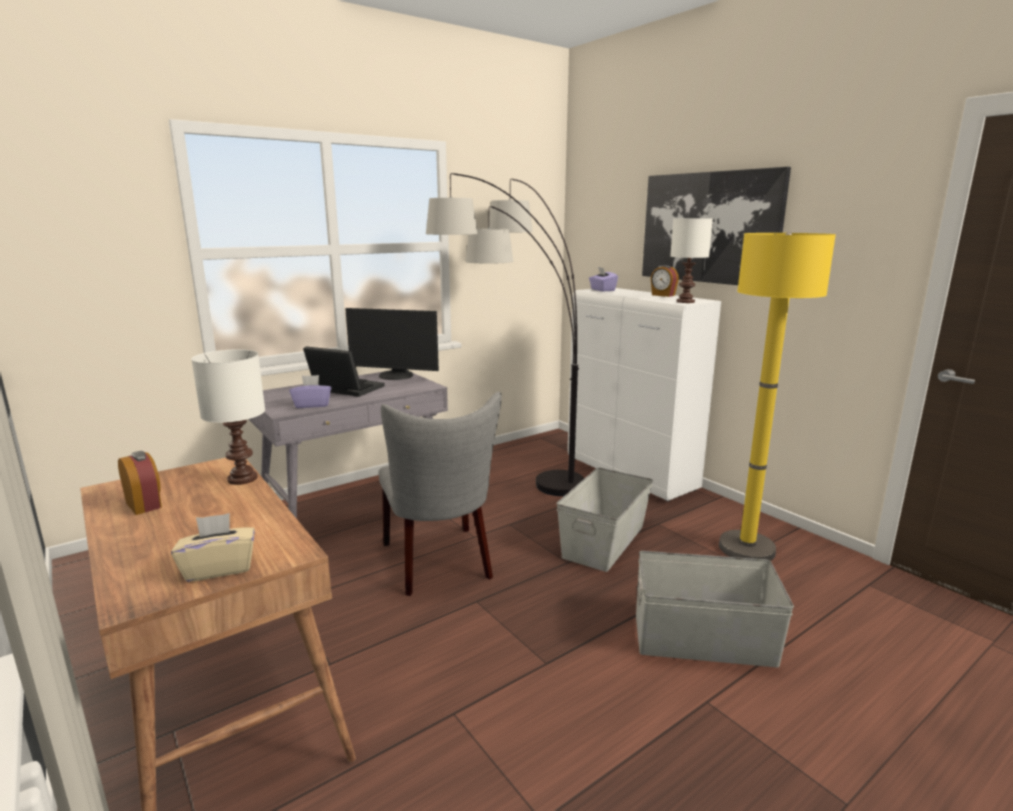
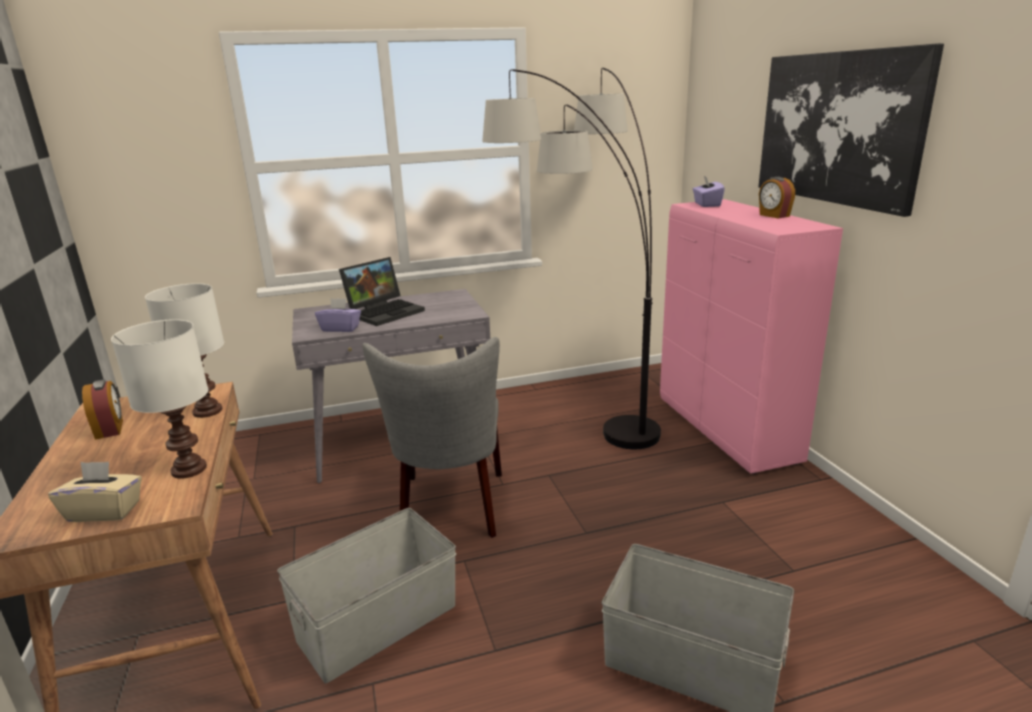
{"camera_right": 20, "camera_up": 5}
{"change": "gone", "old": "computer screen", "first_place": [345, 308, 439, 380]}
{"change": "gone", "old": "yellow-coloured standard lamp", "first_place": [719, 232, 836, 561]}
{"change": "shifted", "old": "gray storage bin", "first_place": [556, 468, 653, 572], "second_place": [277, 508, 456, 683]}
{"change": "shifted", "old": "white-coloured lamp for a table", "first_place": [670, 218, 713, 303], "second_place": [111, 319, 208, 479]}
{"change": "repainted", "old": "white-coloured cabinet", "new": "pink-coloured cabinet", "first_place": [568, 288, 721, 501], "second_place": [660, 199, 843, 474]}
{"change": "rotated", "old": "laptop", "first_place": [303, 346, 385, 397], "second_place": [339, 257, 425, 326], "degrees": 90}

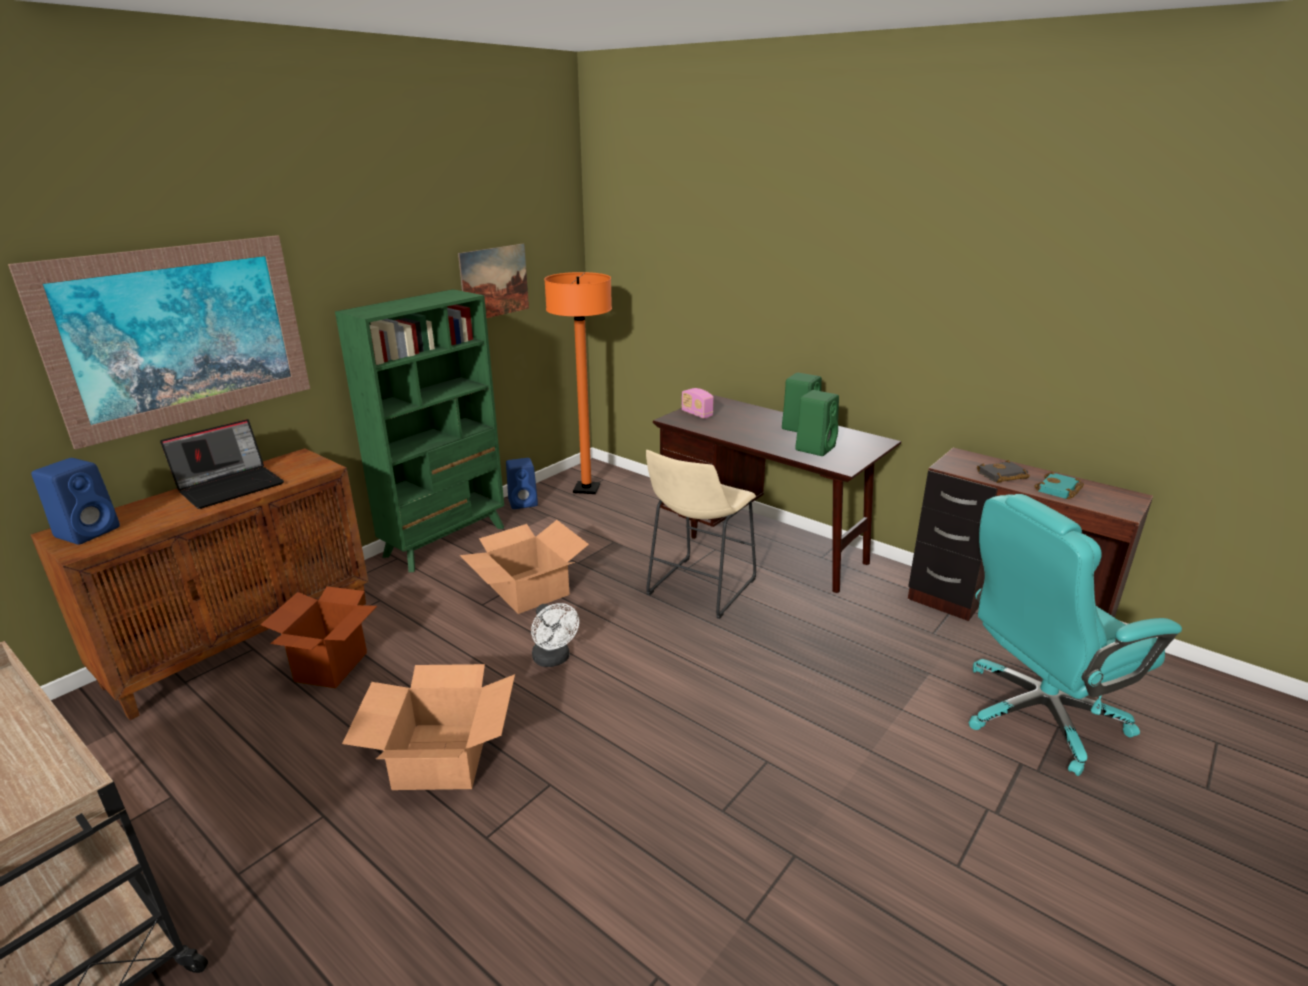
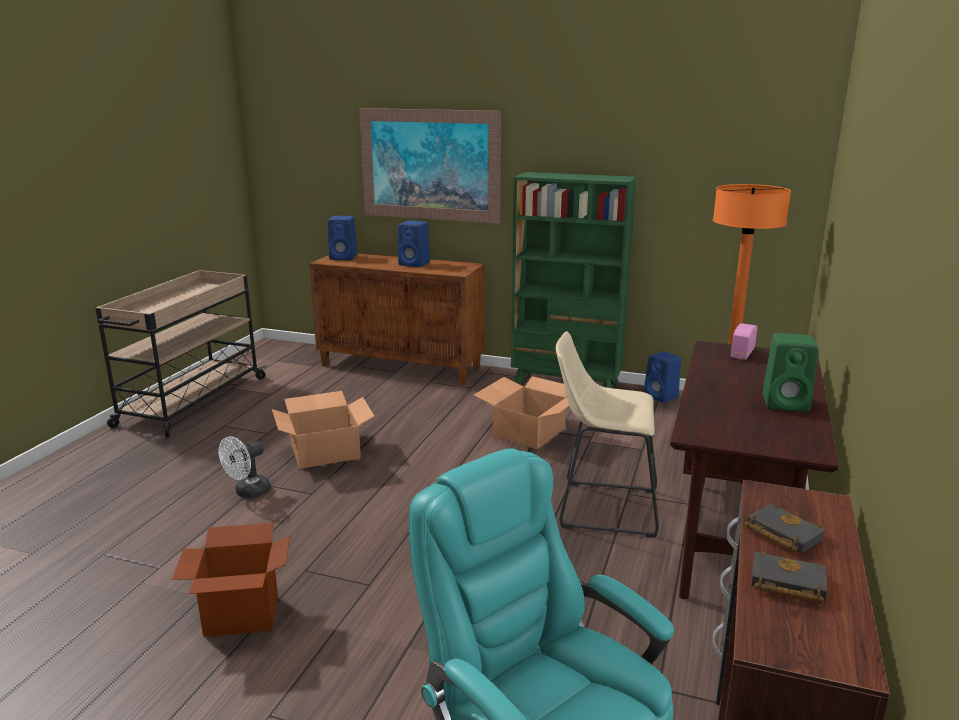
{"camera_right": 70, "camera_up": -5}
{"change": "gone", "old": "wall art", "first_place": [458, 244, 529, 318]}
{"change": "gone", "old": "greenish speaker", "first_place": [795, 390, 839, 456]}
{"change": "shifted", "old": "carton", "first_place": [261, 586, 377, 688], "second_place": [172, 523, 290, 637]}
{"change": "shifted", "old": "white-coloured fan", "first_place": [531, 603, 579, 667], "second_place": [218, 436, 271, 498]}
{"change": "swapped", "old": "laptop", "new": "bluish speaker", "first_place": [160, 419, 284, 509], "second_place": [398, 220, 430, 267]}
{"change": "repainted", "old": "turquoise volume", "new": "black-coloured volume", "first_place": [1034, 472, 1084, 499], "second_place": [751, 551, 827, 604]}

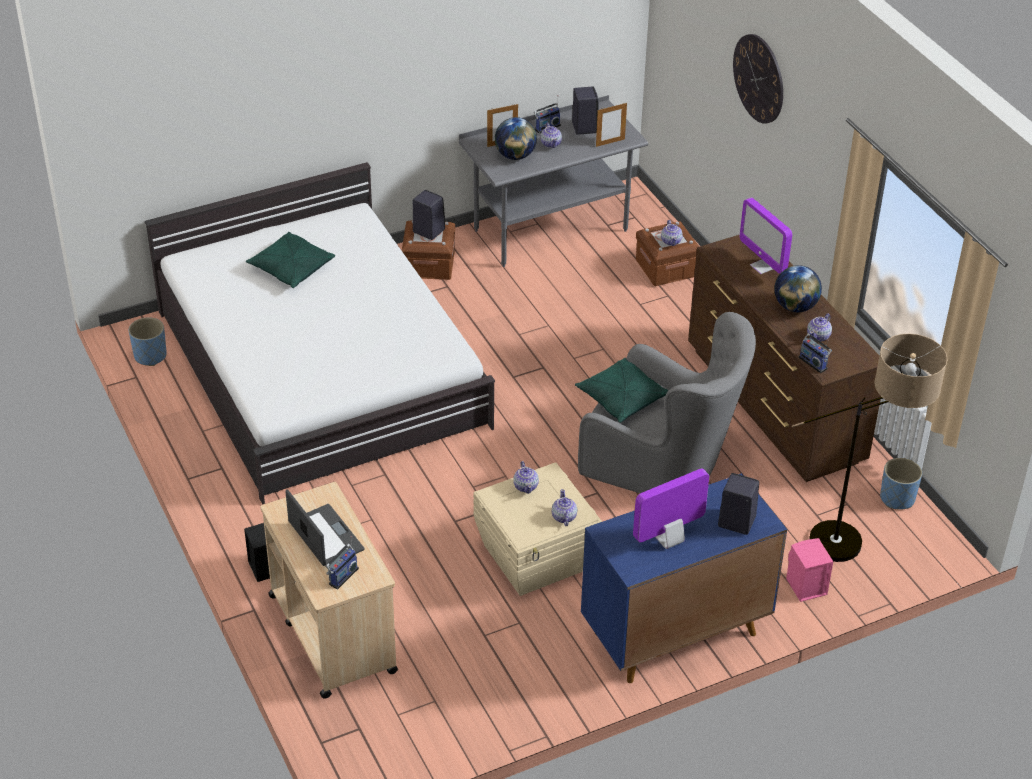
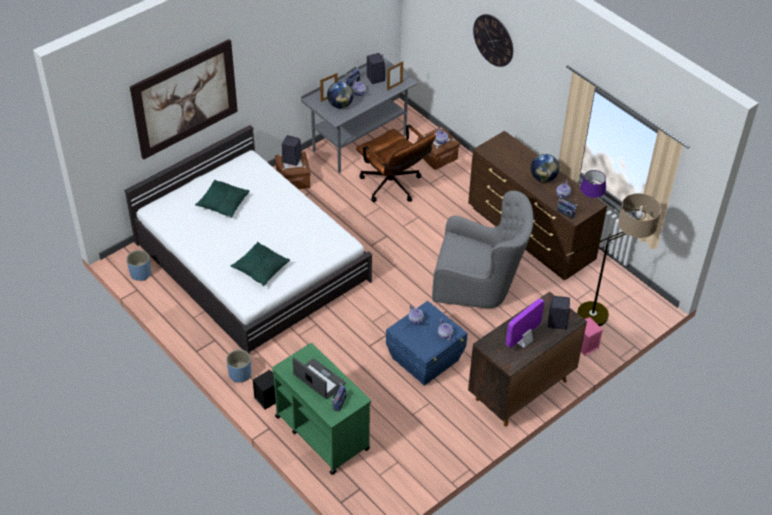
{"camera_right": -15, "camera_up": 5}
{"change": "gone", "old": "computer screen", "first_place": [740, 198, 792, 274]}
{"change": "new", "new": "wall art", "second_place": [130, 39, 238, 160]}
{"change": "new", "new": "brown desk chair", "second_place": [356, 124, 436, 202]}
{"change": "new", "new": "purplish lamp for a table", "second_place": [580, 170, 606, 203]}
{"change": "shifted", "old": "greenish throw pillow", "first_place": [575, 358, 669, 423], "second_place": [231, 242, 290, 286]}
{"change": "shifted", "old": "bluish flower pot", "first_place": [880, 458, 922, 510], "second_place": [226, 350, 251, 383]}
{"change": "repainted", "old": "sand-coloured wheeled cart", "new": "greenish wheeled cart", "first_place": [261, 482, 398, 699], "second_place": [272, 343, 371, 475]}
{"change": "repainted", "old": "sand-coloured storage bin", "new": "bluish storage bin", "first_place": [473, 462, 602, 596], "second_place": [386, 301, 468, 386]}
{"change": "repainted", "old": "bluish cabinet", "new": "brown cabinet", "first_place": [581, 473, 787, 683], "second_place": [468, 291, 587, 426]}

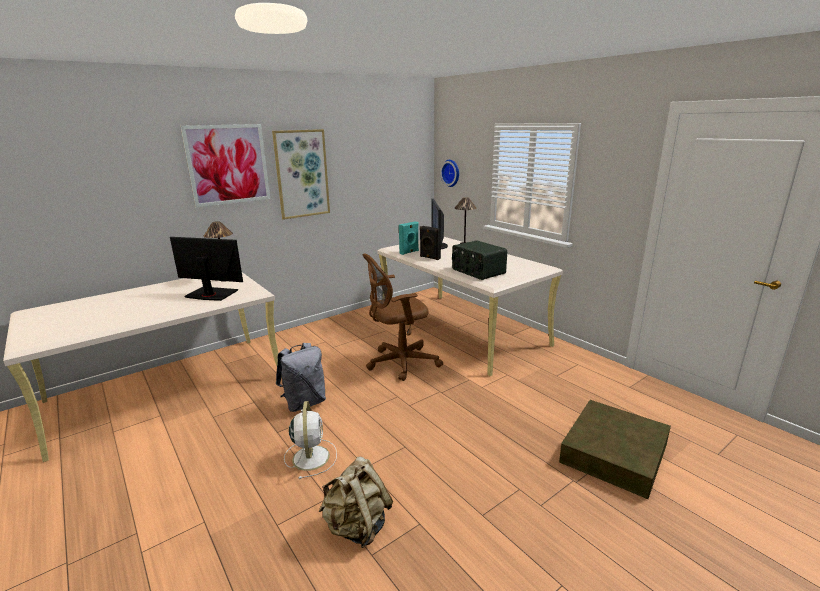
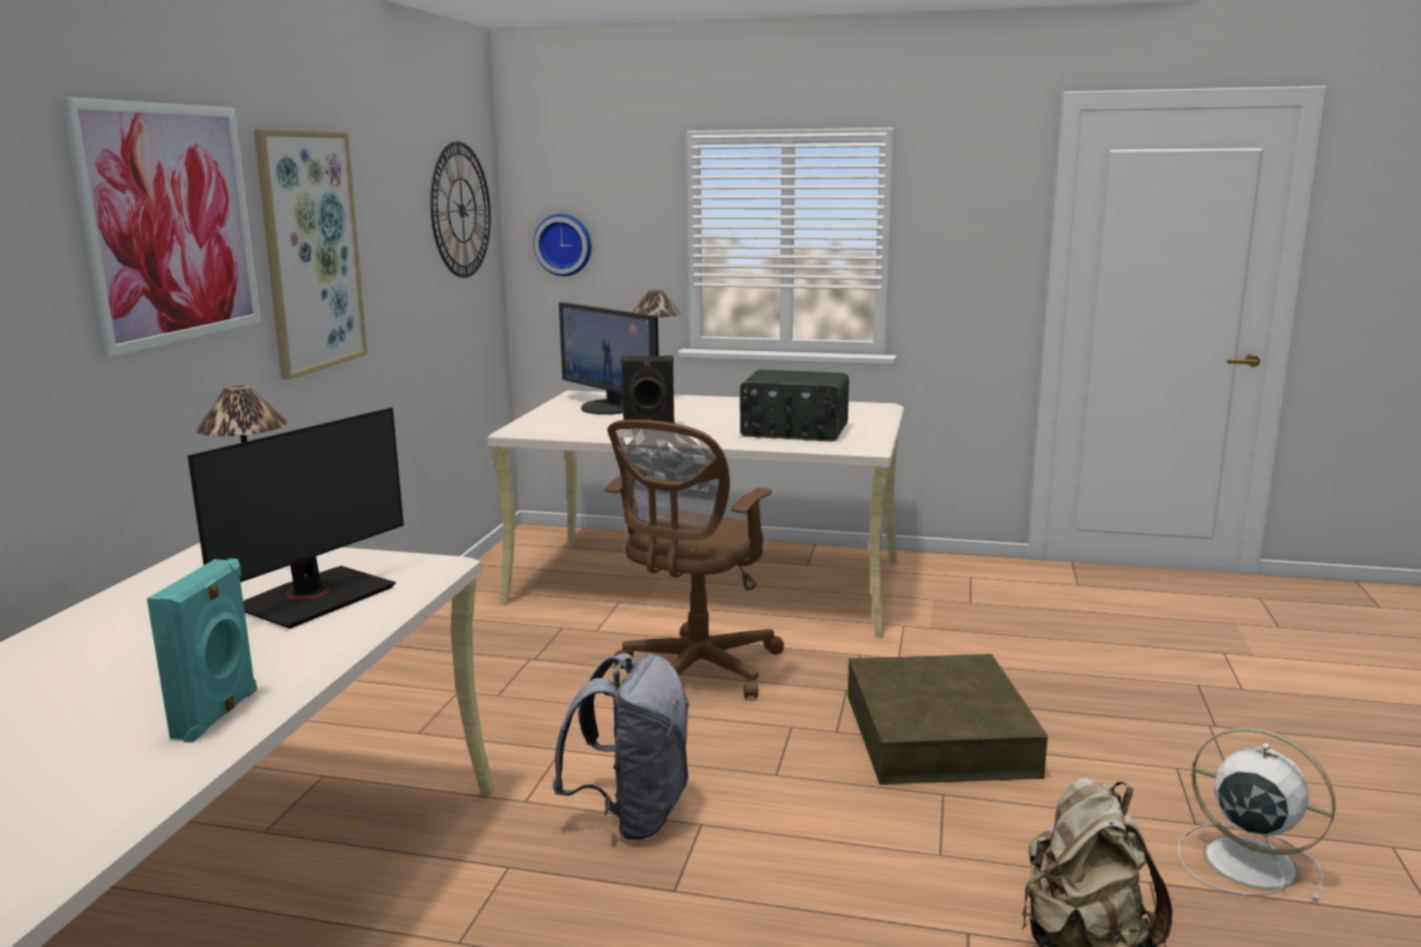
{"camera_right": -40, "camera_up": -5}
{"change": "new", "new": "wall clock", "second_place": [430, 141, 491, 278]}
{"change": "shifted", "old": "white-coloured fan", "first_place": [284, 401, 337, 479], "second_place": [1178, 727, 1336, 902]}
{"change": "shifted", "old": "turquoise speaker", "first_place": [399, 222, 419, 255], "second_place": [147, 558, 257, 743]}
{"change": "shifted", "old": "brown storage bin", "first_place": [559, 400, 671, 499], "second_place": [848, 654, 1048, 785]}
{"change": "rotated", "old": "computer screen", "first_place": [170, 237, 243, 301], "second_place": [187, 408, 404, 629], "degrees": 150}

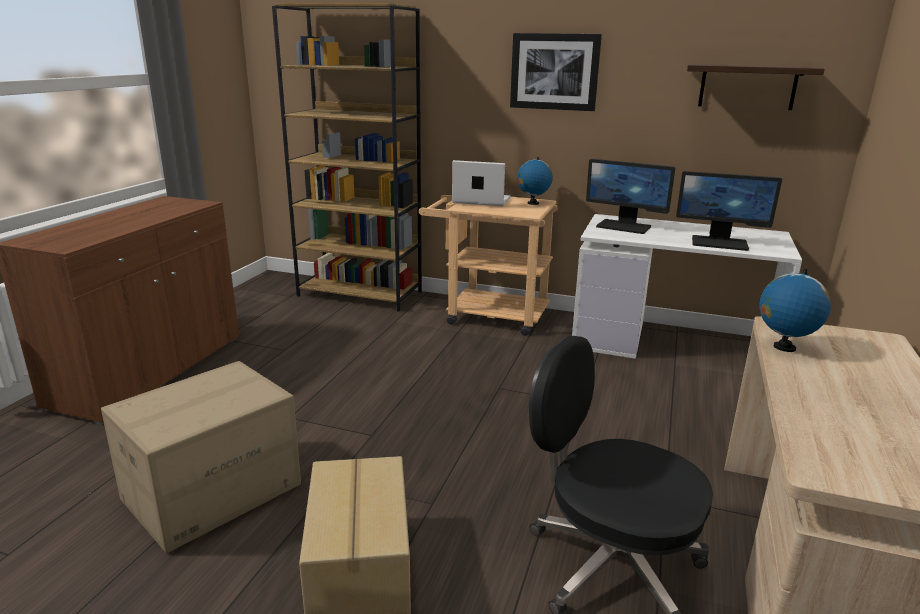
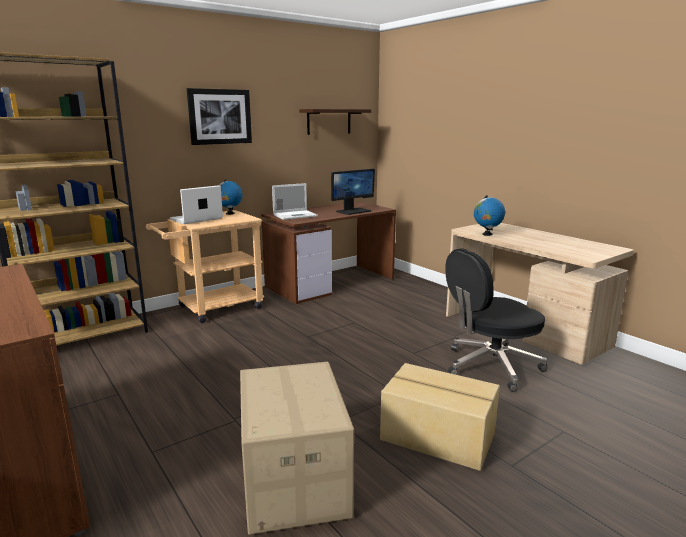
{"camera_right": -55, "camera_up": -5}
{"change": "swapped", "old": "computer screen", "new": "laptop", "first_place": [586, 159, 675, 234], "second_place": [272, 183, 318, 220]}
{"change": "repainted", "old": "white-coloured desk unit", "new": "brown desk unit", "first_place": [572, 214, 802, 359], "second_place": [261, 202, 396, 304]}

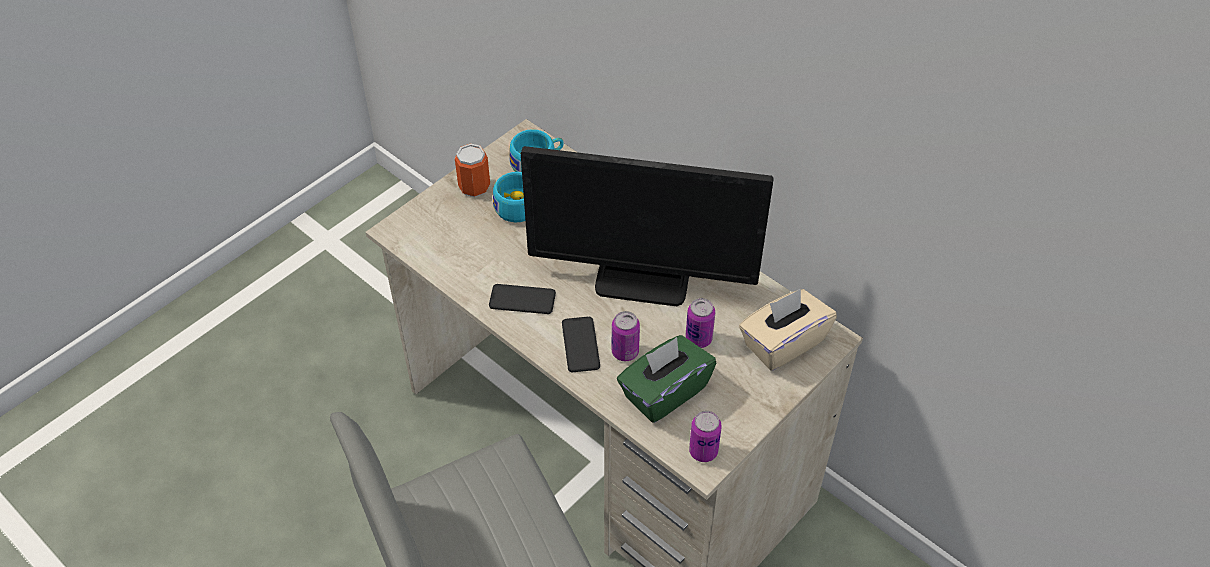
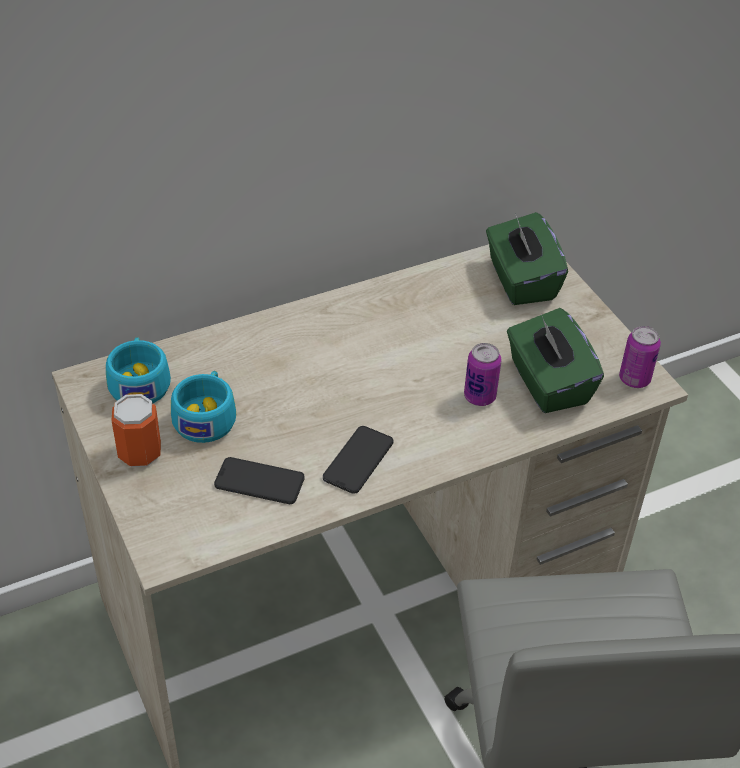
{"camera_right": -70, "camera_up": -5}
{"change": "gone", "old": "computer screen", "first_place": [521, 146, 774, 306]}
{"change": "gone", "old": "metal can", "first_place": [685, 298, 715, 348]}
{"change": "shifted", "old": "phone", "first_place": [562, 316, 600, 372], "second_place": [214, 457, 305, 504]}
{"change": "repainted", "old": "sand-coloured tissue holder", "new": "greenish tissue holder", "first_place": [739, 289, 837, 371], "second_place": [486, 212, 568, 305]}

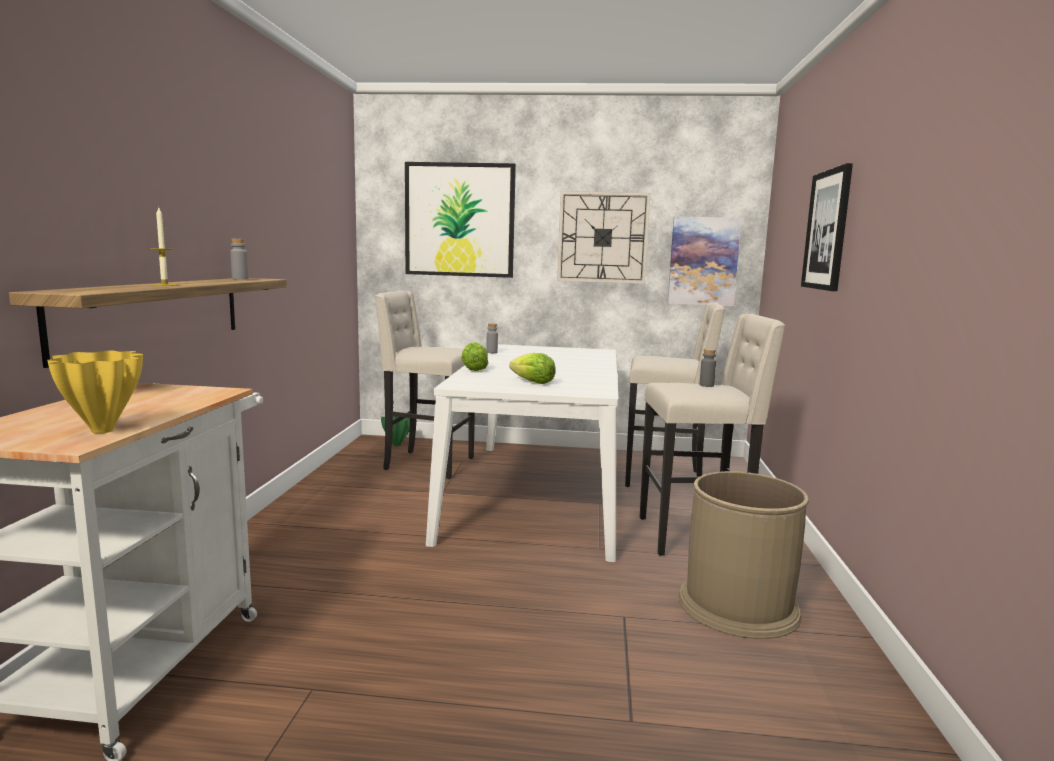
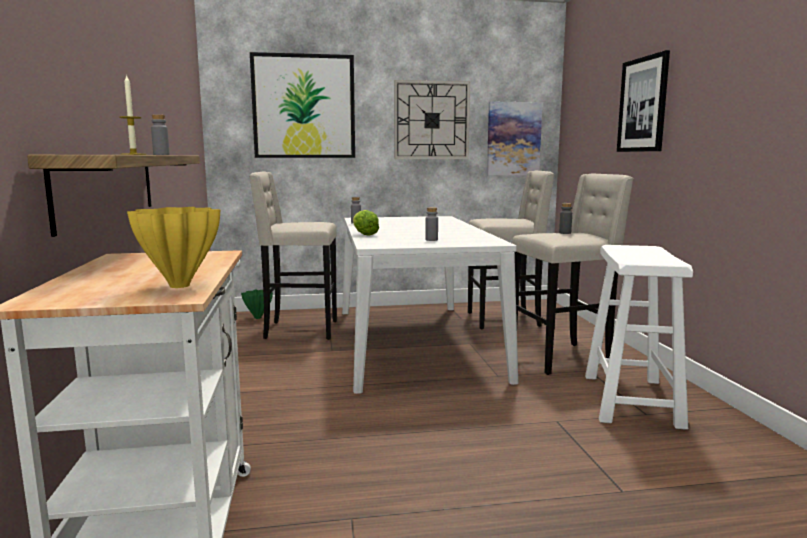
{"camera_right": -15, "camera_up": 0}
{"change": "swapped", "old": "head of lettuce", "new": "gray beverage bottle", "first_place": [509, 353, 556, 384], "second_place": [425, 207, 438, 241]}
{"change": "swapped", "old": "brown waste bin", "new": "white-coloured stool seat", "first_place": [678, 471, 809, 639], "second_place": [585, 245, 693, 430]}

